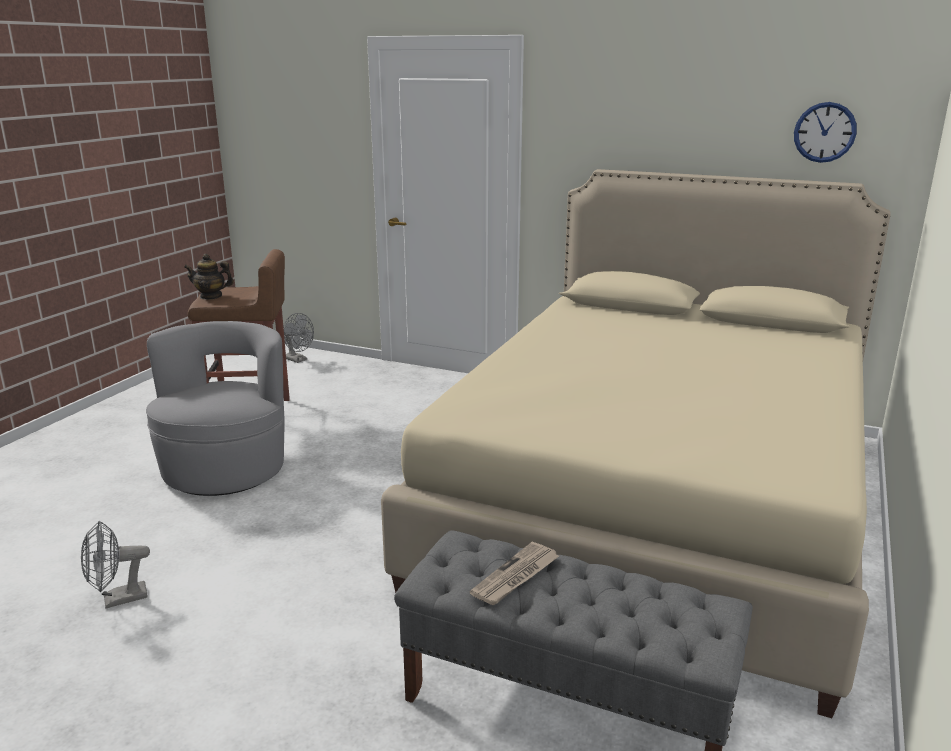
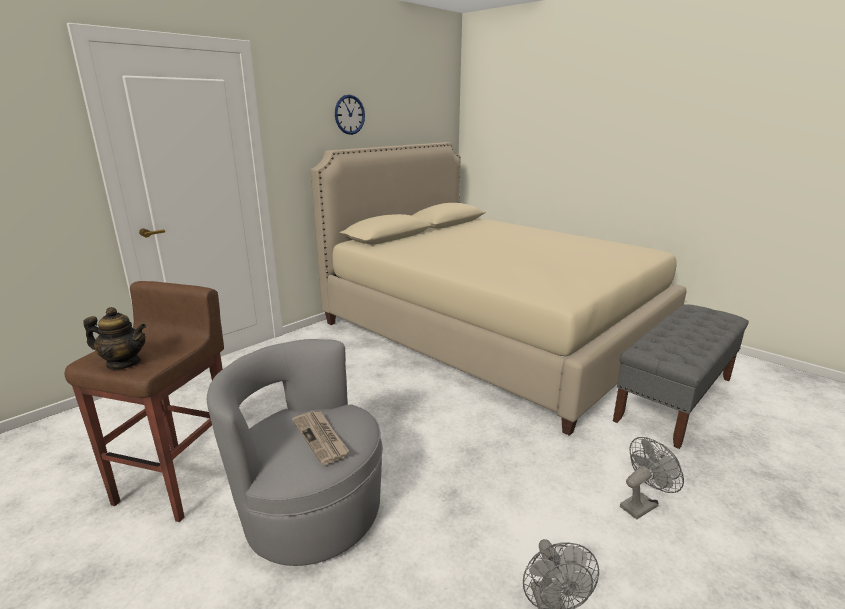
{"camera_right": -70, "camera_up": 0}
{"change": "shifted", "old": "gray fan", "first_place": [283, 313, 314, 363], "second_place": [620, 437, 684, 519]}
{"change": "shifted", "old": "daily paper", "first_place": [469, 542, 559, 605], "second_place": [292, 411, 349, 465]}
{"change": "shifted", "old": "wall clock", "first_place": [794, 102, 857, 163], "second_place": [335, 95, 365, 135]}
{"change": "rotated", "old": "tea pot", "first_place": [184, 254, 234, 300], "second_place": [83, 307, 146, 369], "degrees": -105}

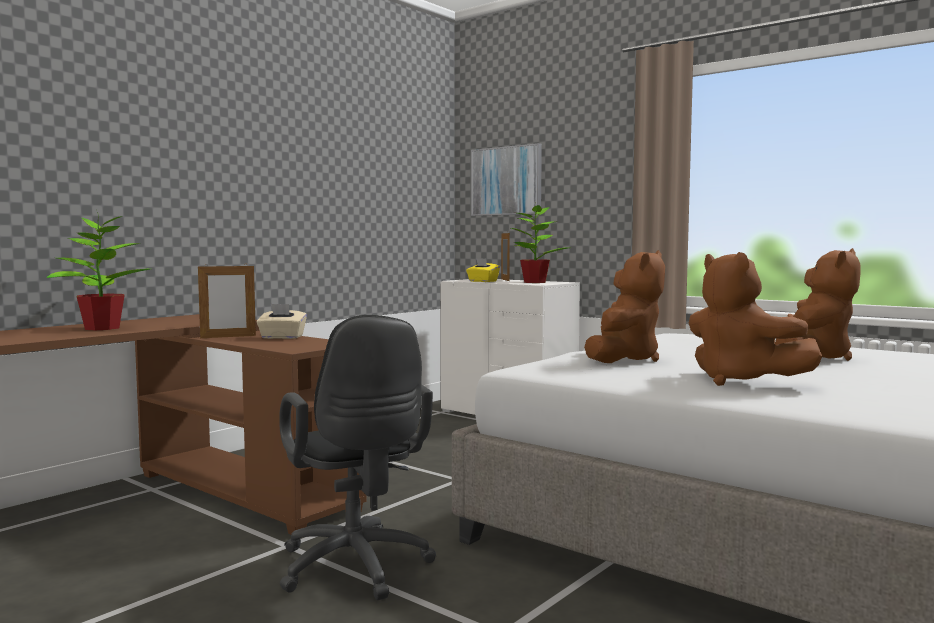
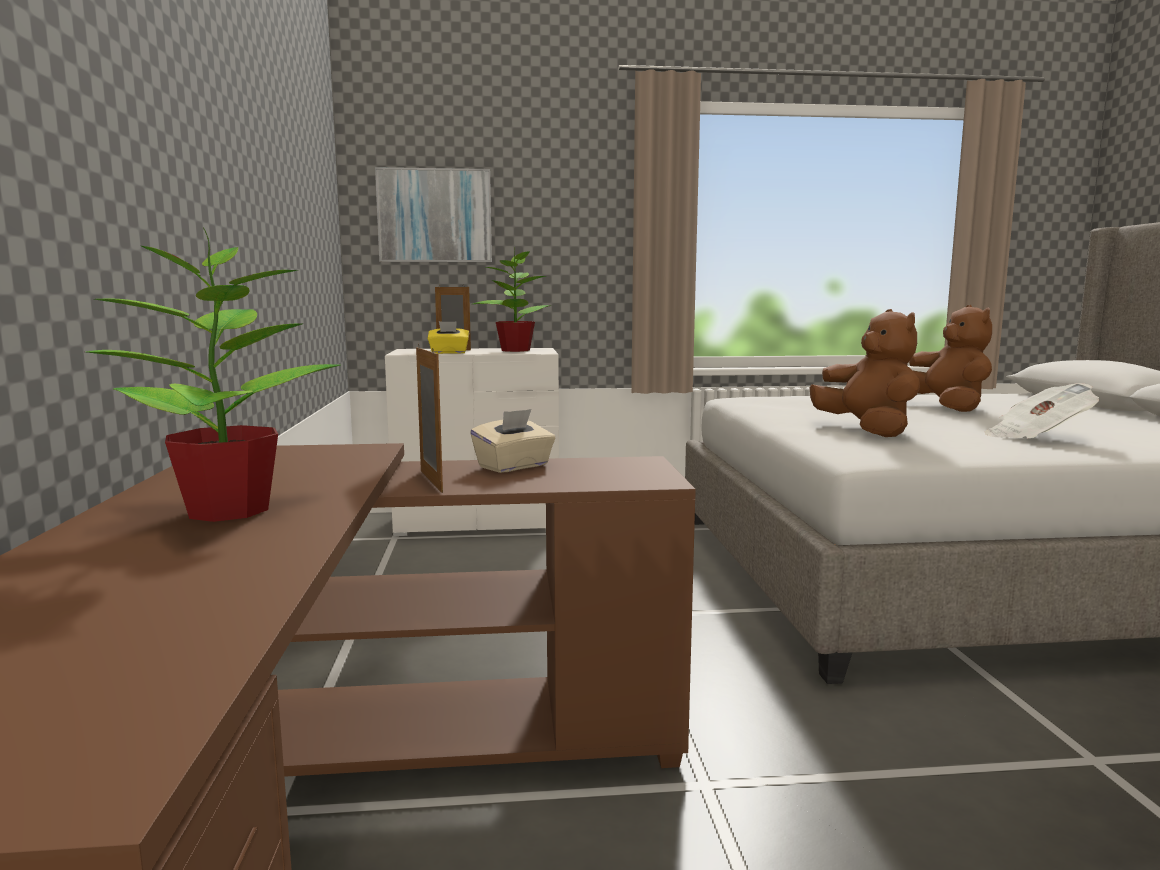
{"camera_right": -45, "camera_up": 5}
{"change": "gone", "old": "black-coloured desk chair", "first_place": [279, 315, 436, 600]}
{"change": "swapped", "old": "brown soft toy", "new": "daily paper", "first_place": [689, 252, 822, 386], "second_place": [985, 383, 1099, 438]}
{"change": "rotated", "old": "picture frame", "first_place": [198, 263, 256, 338], "second_place": [416, 347, 443, 493], "degrees": -45}

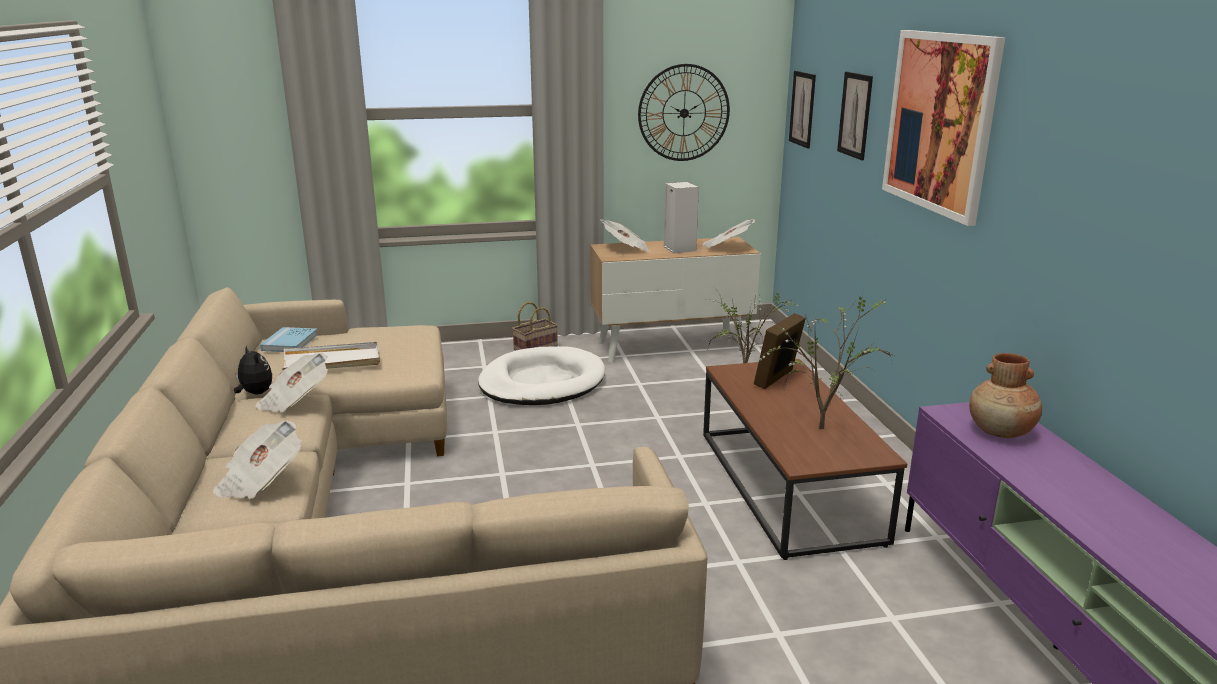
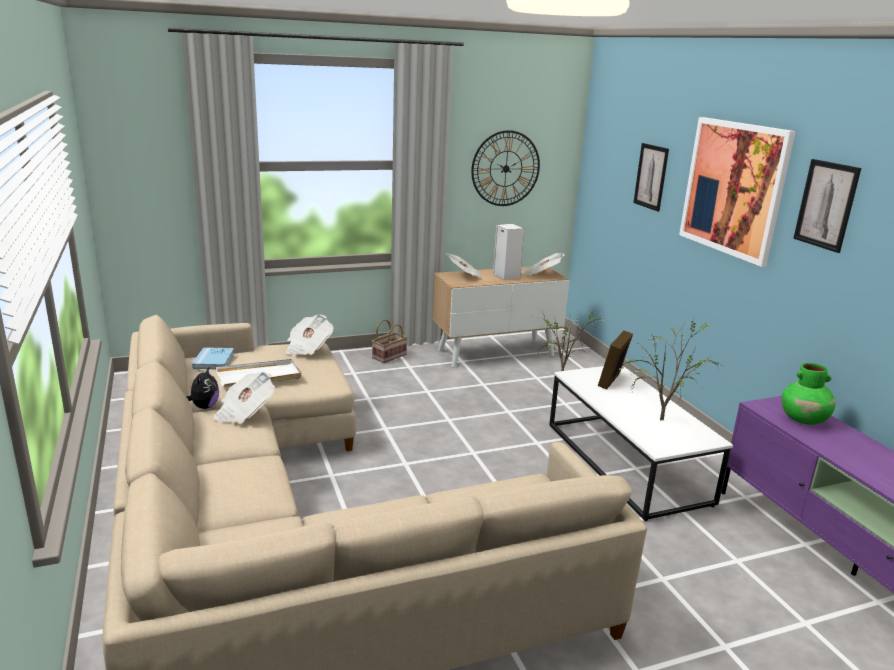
{"camera_right": -10, "camera_up": 0}
{"change": "gone", "old": "white-coloured dog bed", "first_place": [478, 346, 605, 405]}
{"change": "shifted", "old": "daily paper", "first_place": [213, 420, 302, 499], "second_place": [285, 315, 334, 355]}
{"change": "shifted", "old": "wall art", "first_place": [789, 71, 816, 149], "second_place": [793, 159, 861, 253]}
{"change": "repainted", "old": "brown lounge table", "new": "white-coloured lounge table", "first_place": [703, 359, 907, 560], "second_place": [549, 366, 733, 521]}
{"change": "repainted", "old": "brown decorative vase", "new": "greenish decorative vase", "first_place": [969, 353, 1042, 438], "second_place": [782, 363, 835, 425]}
{"change": "rotated", "old": "soft toy", "first_place": [234, 345, 272, 394], "second_place": [186, 367, 219, 409], "degrees": 60}

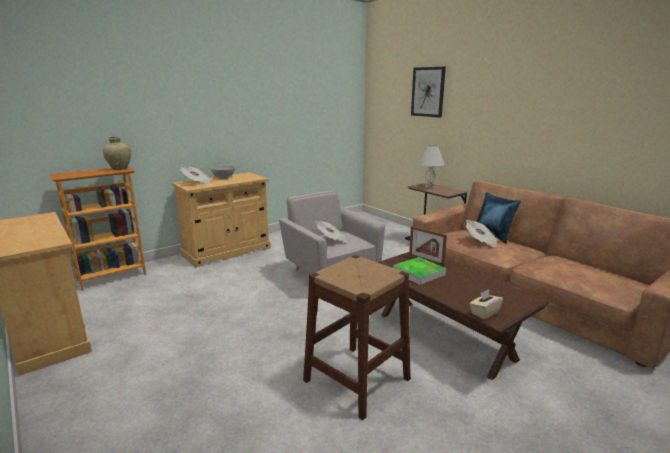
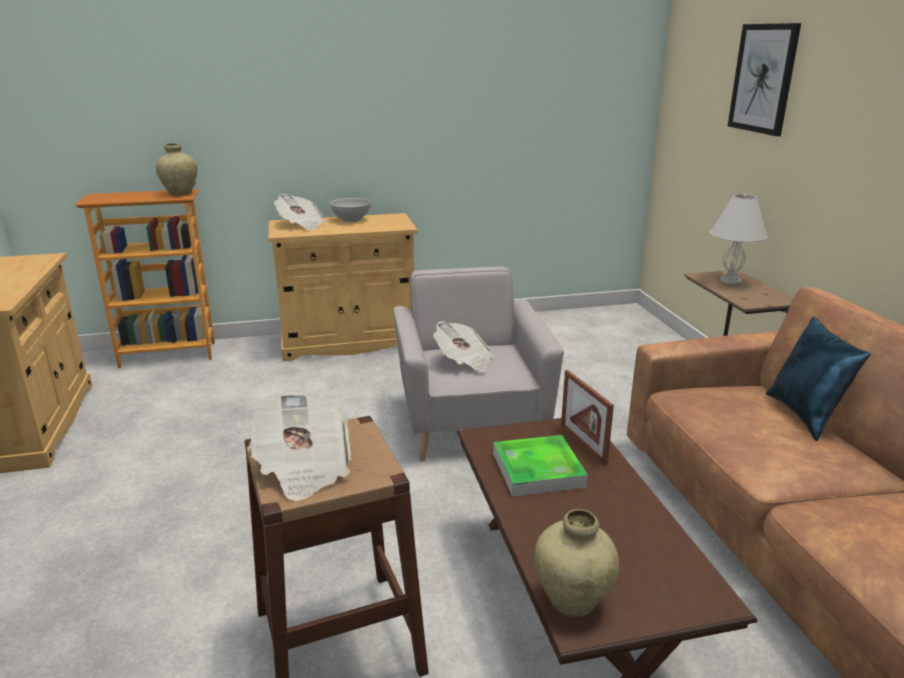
{"camera_right": 25, "camera_up": 5}
{"change": "shifted", "old": "daily paper", "first_place": [466, 220, 498, 248], "second_place": [248, 392, 351, 501]}
{"change": "swapped", "old": "sand-coloured tissue holder", "new": "sand-coloured decorative vase", "first_place": [470, 289, 503, 319], "second_place": [534, 509, 619, 617]}

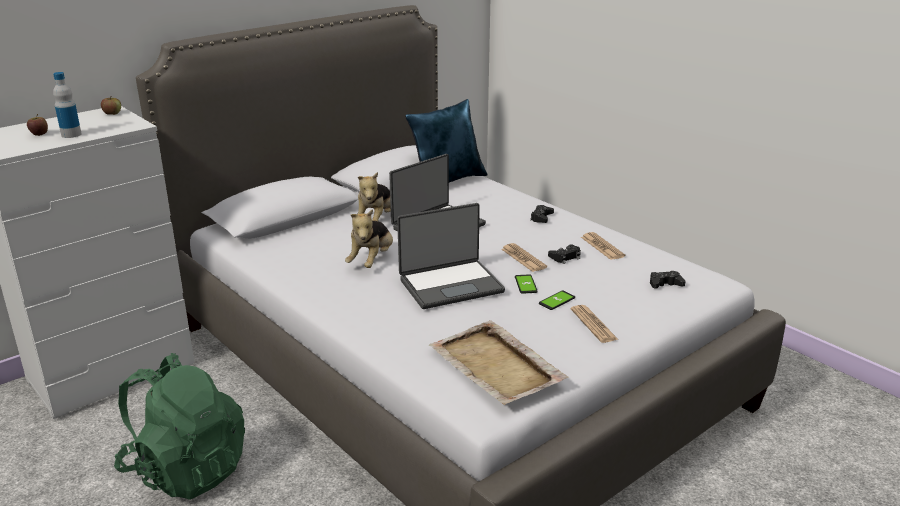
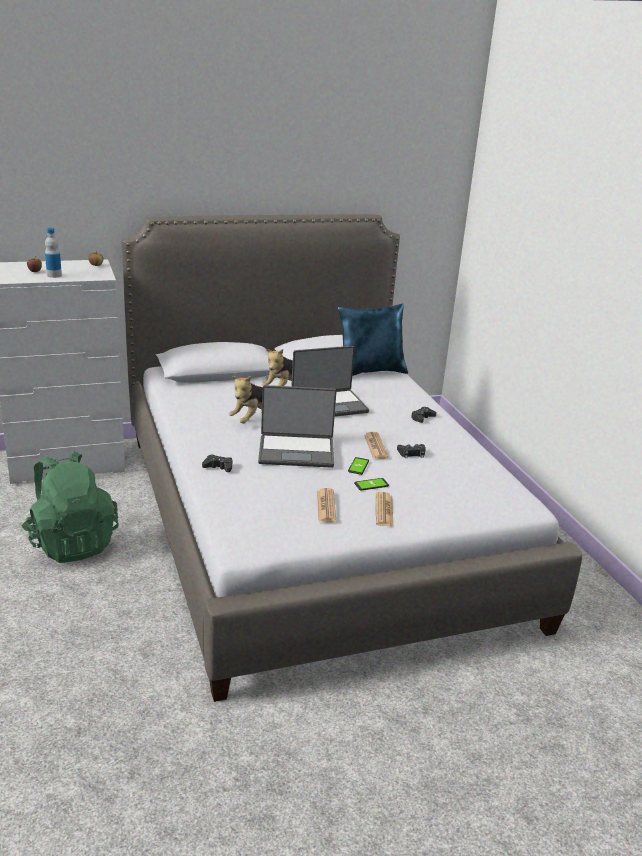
{"camera_right": 20, "camera_up": 0}
{"change": "gone", "old": "sand-coloured tray", "first_place": [429, 320, 568, 405]}
{"change": "shifted", "old": "daily paper", "first_place": [581, 232, 625, 260], "second_place": [317, 488, 336, 522]}
{"change": "shifted", "old": "black-coloured joypad", "first_place": [650, 271, 685, 289], "second_place": [202, 455, 232, 472]}

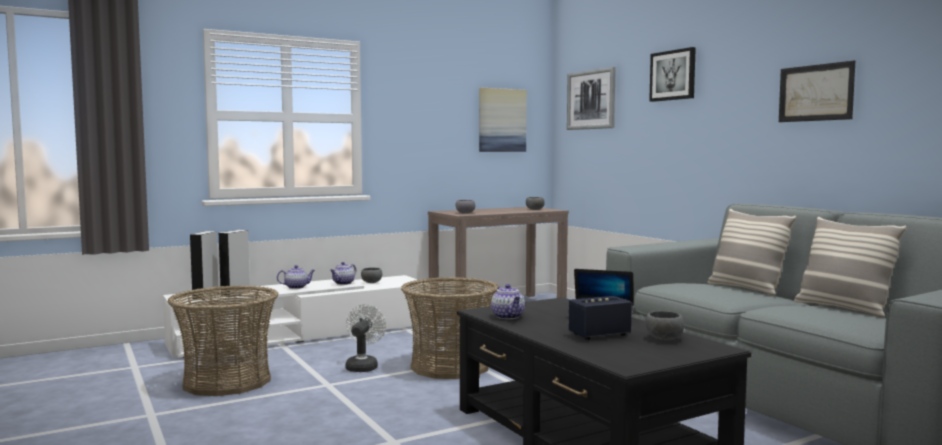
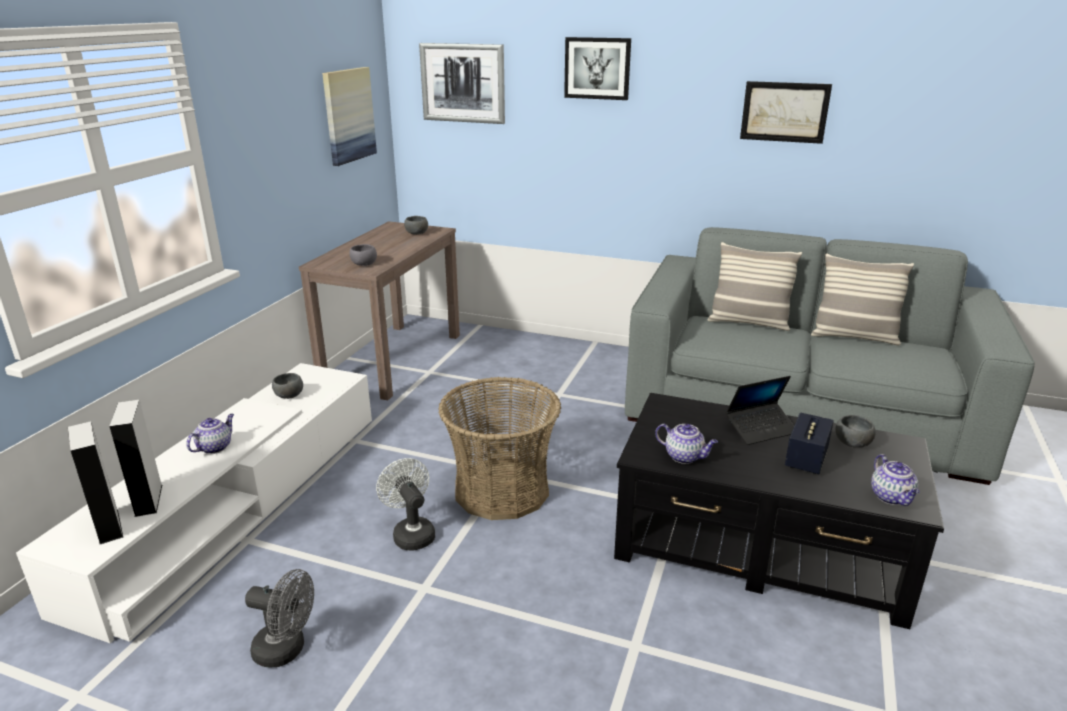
{"camera_right": -40, "camera_up": 20}
{"change": "shifted", "old": "tea pot", "first_place": [330, 262, 356, 285], "second_place": [871, 454, 920, 506]}
{"change": "swapped", "old": "household basket", "new": "gray fan", "first_place": [168, 285, 278, 396], "second_place": [245, 569, 314, 668]}

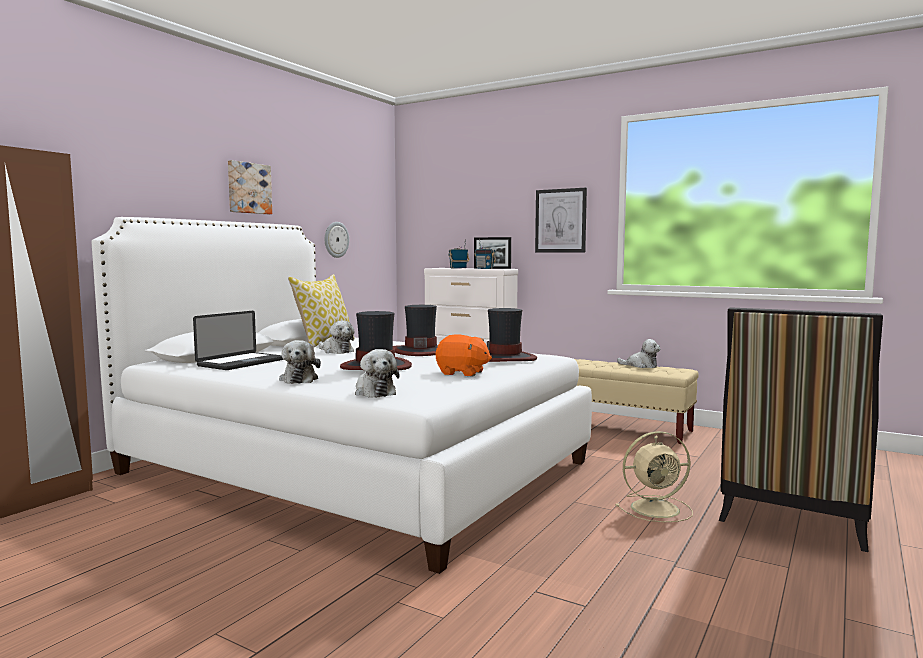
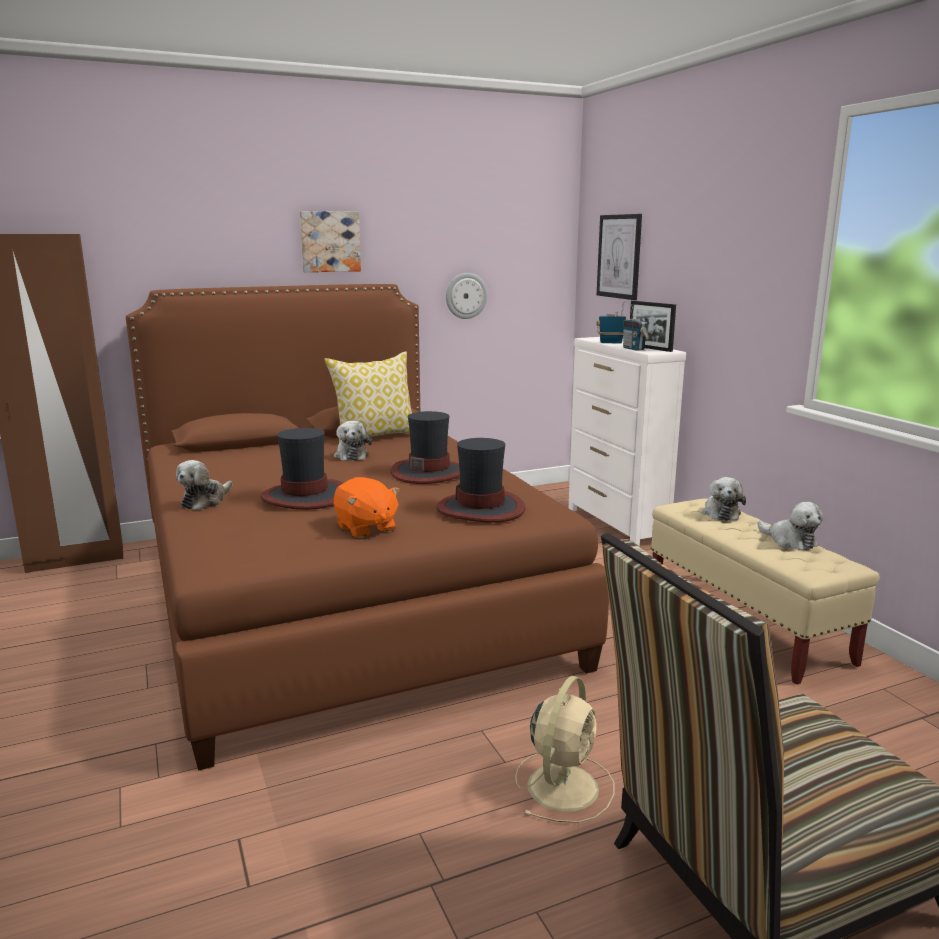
{"camera_right": 35, "camera_up": 10}
{"change": "gone", "old": "laptop", "first_place": [193, 311, 283, 370]}
{"change": "shifted", "old": "soft toy", "first_place": [355, 349, 400, 398], "second_place": [702, 477, 746, 520]}
{"change": "shifted", "old": "wall art", "first_place": [535, 188, 587, 253], "second_place": [597, 214, 642, 300]}
{"change": "repainted", "old": "white-coloured bed", "new": "brown bed", "first_place": [92, 217, 592, 574], "second_place": [126, 284, 609, 771]}
{"change": "rotated", "old": "sand-coloured fan", "first_place": [616, 431, 693, 522], "second_place": [515, 676, 614, 823], "degrees": -90}

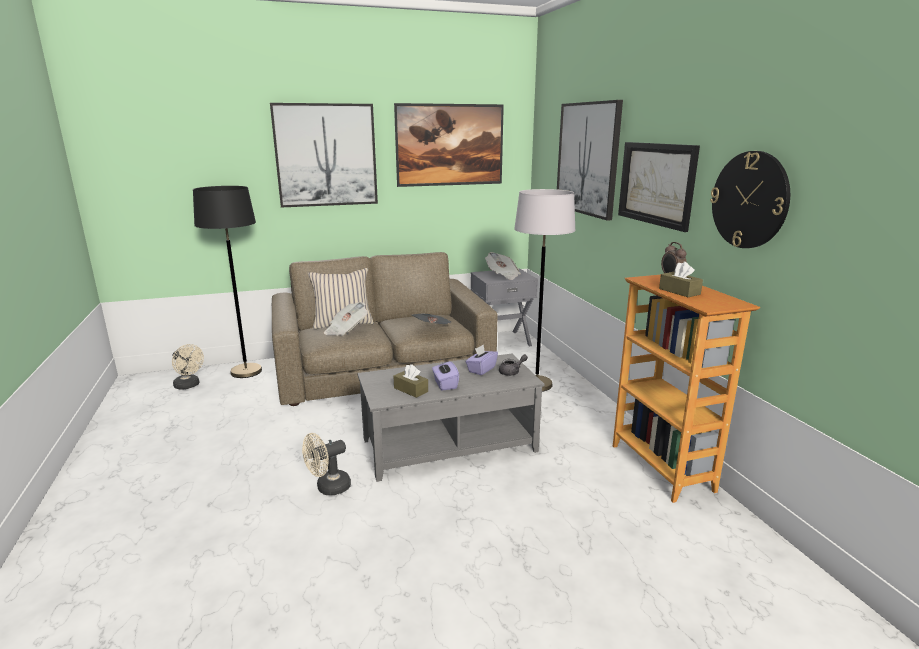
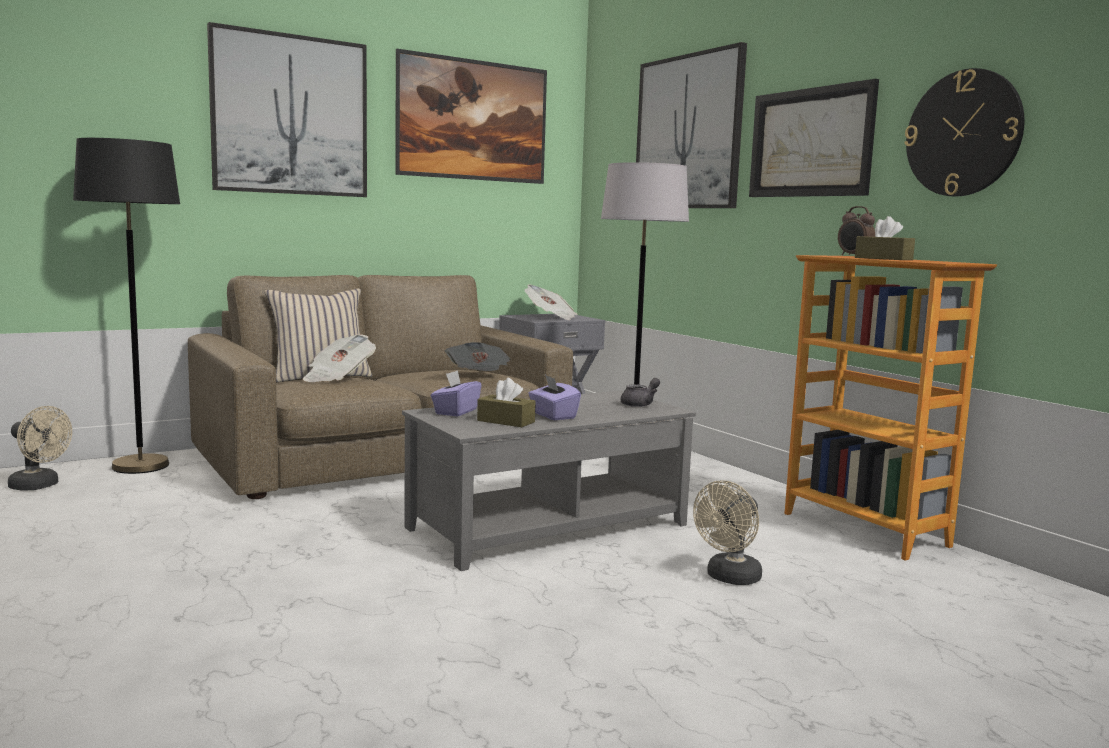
{"camera_right": -15, "camera_up": -10}
{"change": "shifted", "old": "sand-coloured fan", "first_place": [302, 433, 351, 495], "second_place": [693, 480, 762, 585]}
{"change": "shifted", "old": "purplish tissue holder", "first_place": [466, 345, 498, 375], "second_place": [431, 370, 482, 417]}

